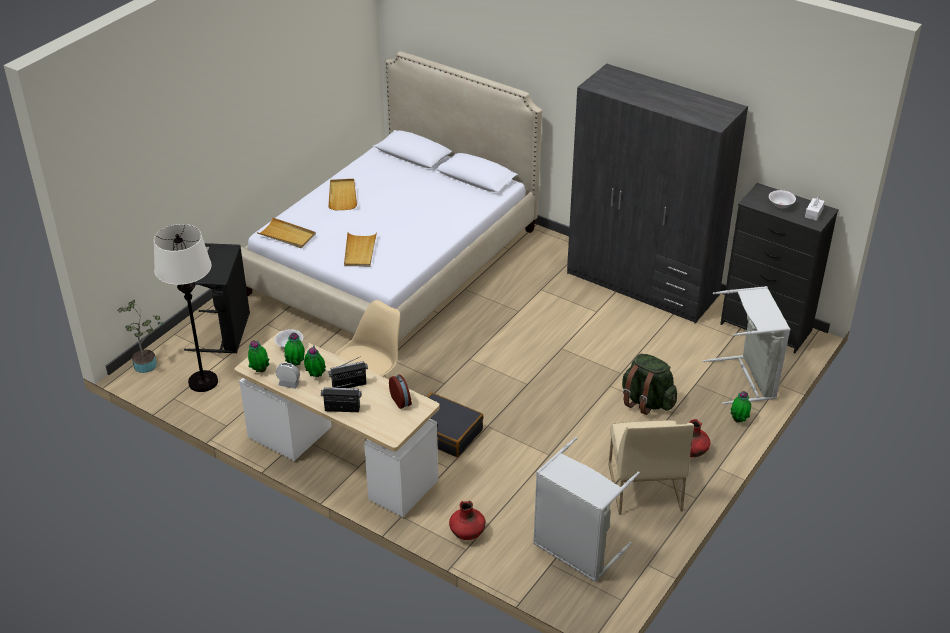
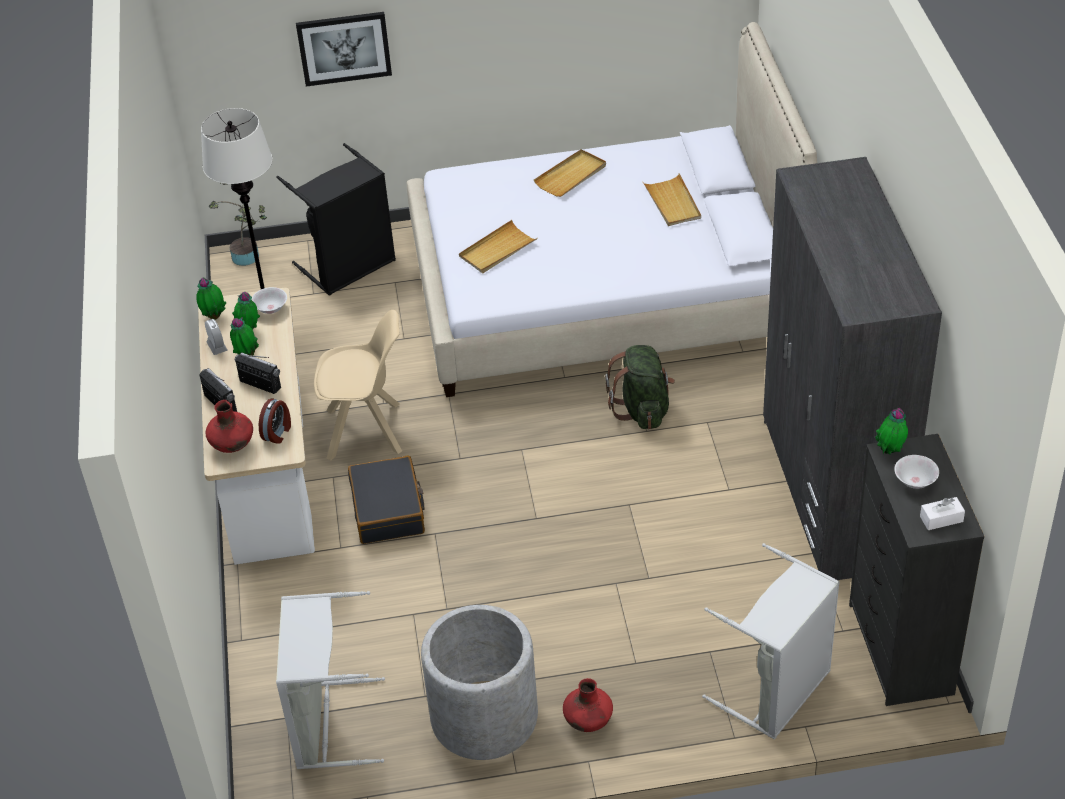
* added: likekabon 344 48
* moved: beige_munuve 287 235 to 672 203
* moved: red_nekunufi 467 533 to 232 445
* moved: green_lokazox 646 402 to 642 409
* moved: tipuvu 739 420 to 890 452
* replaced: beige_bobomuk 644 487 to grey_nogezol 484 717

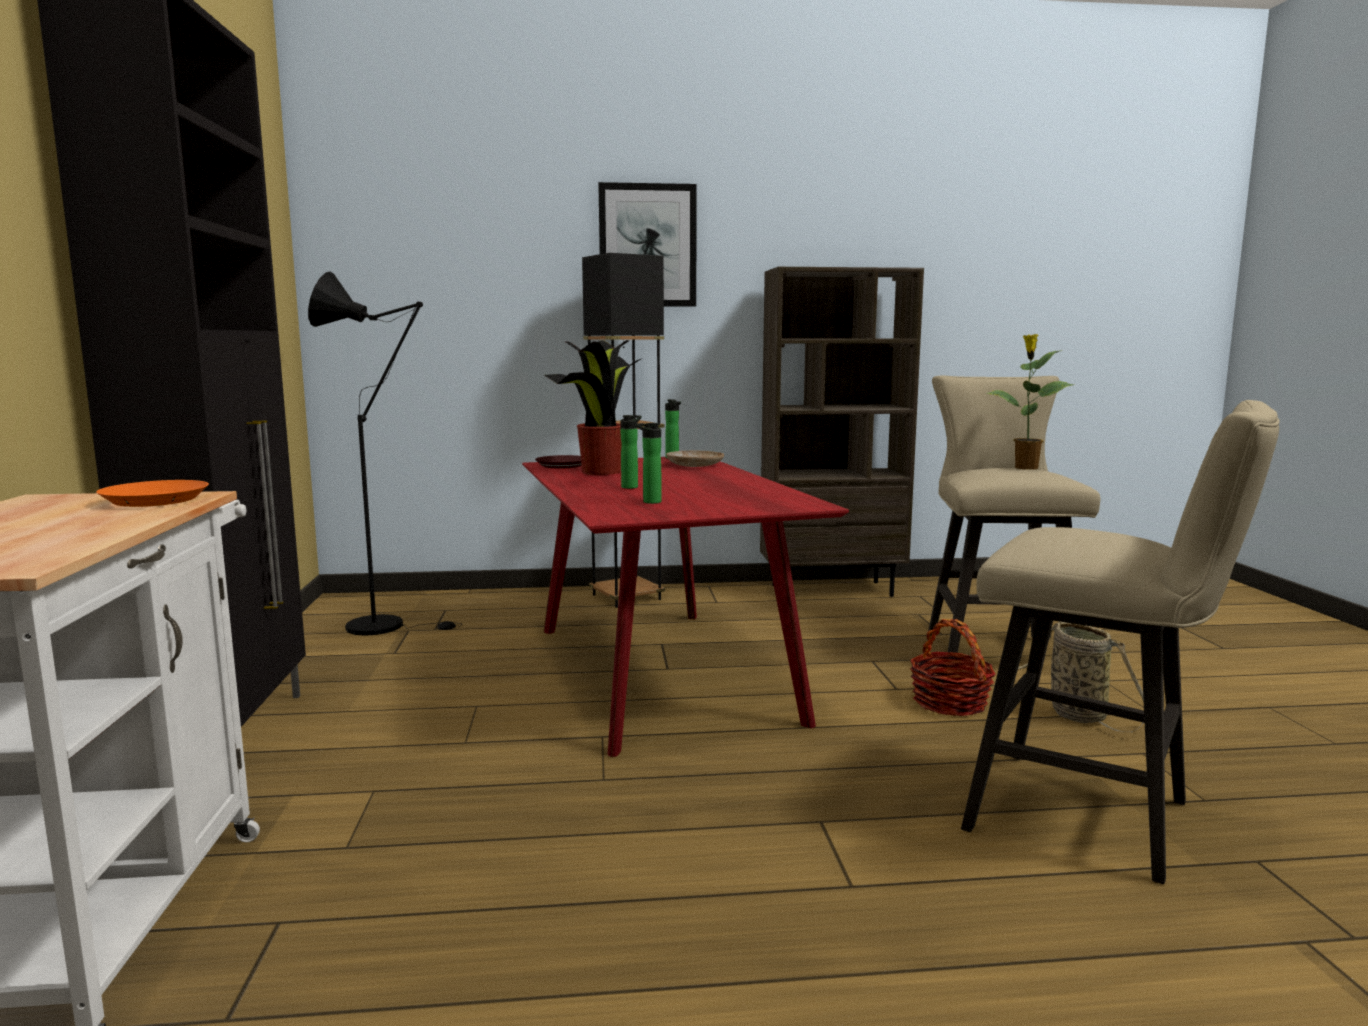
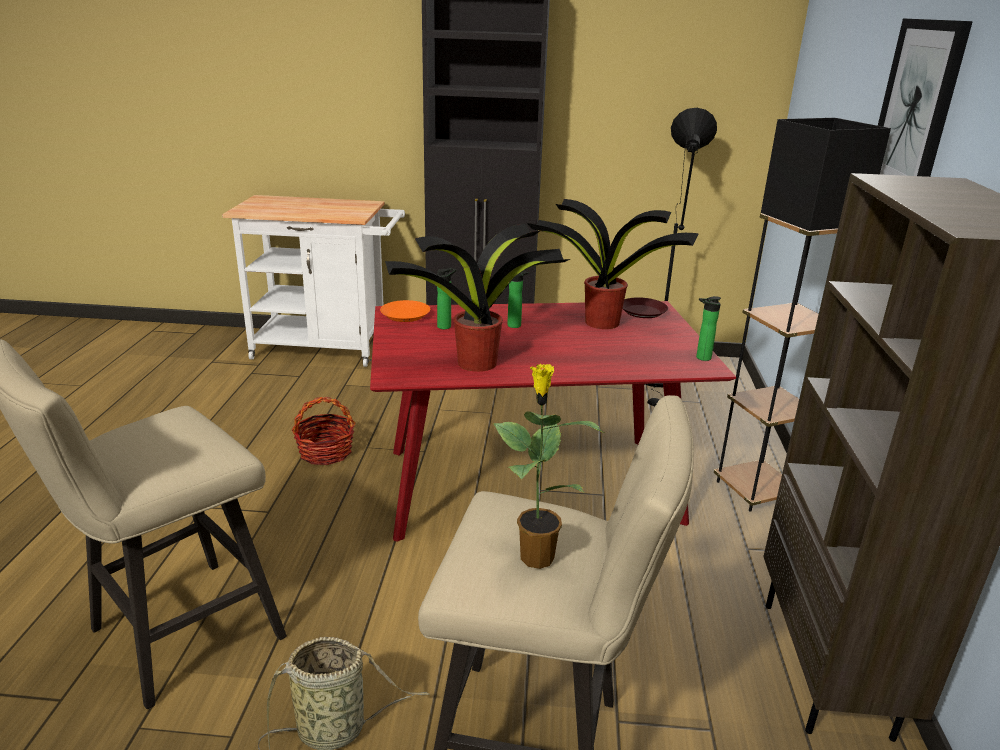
* removed: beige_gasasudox 694 465
* added: tipuvu 479 362
* moved: orange_gasasudox 154 500 to 405 315
* moved: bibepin 950 702 to 325 452

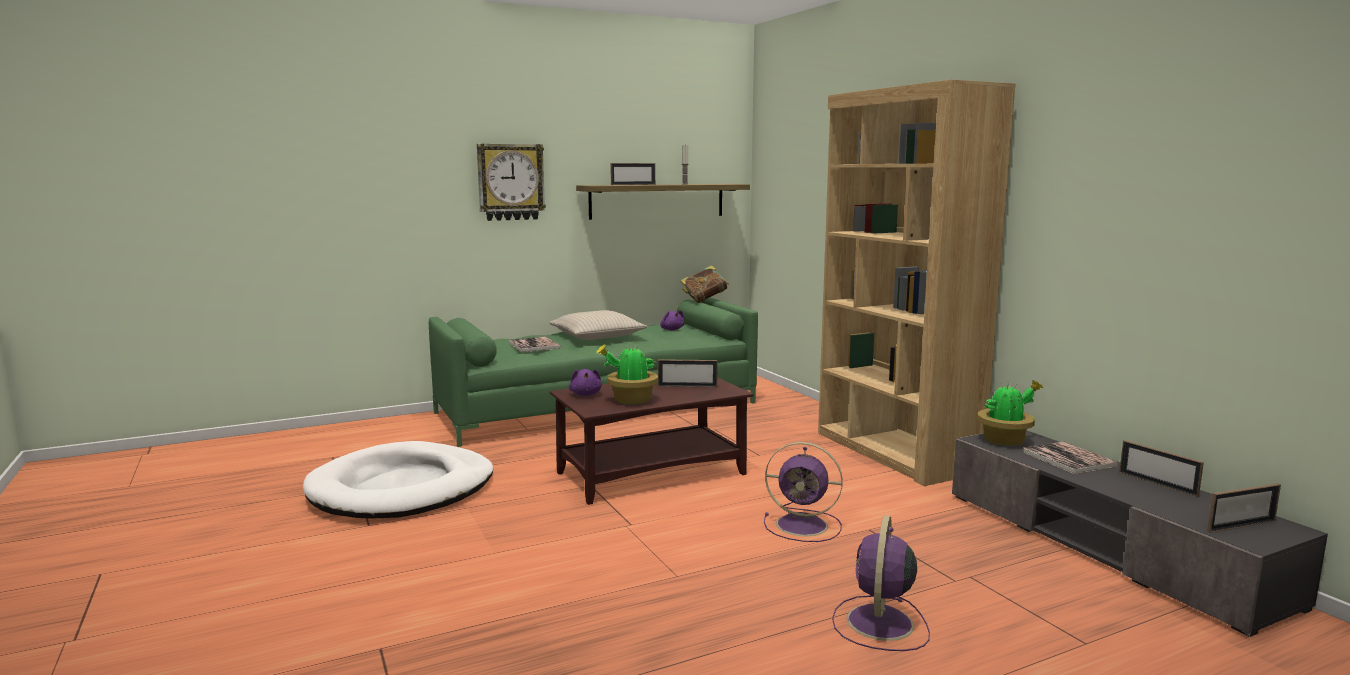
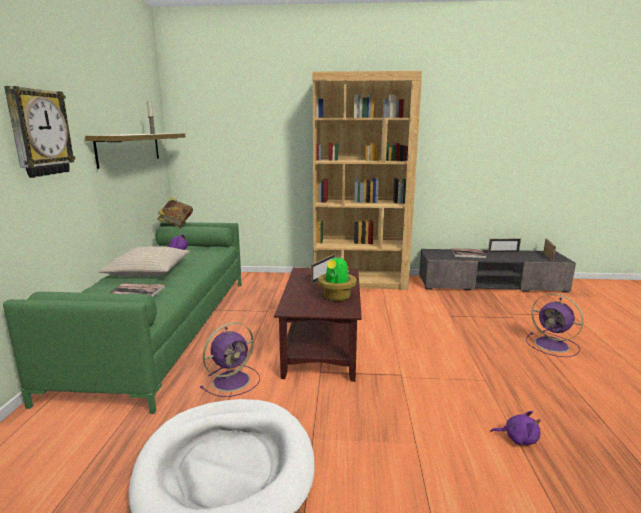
* removed: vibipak 633 184
* removed: tipuvu 1005 440
* moved: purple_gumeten 585 394 to 518 438
* moved: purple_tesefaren 804 525 to 233 380

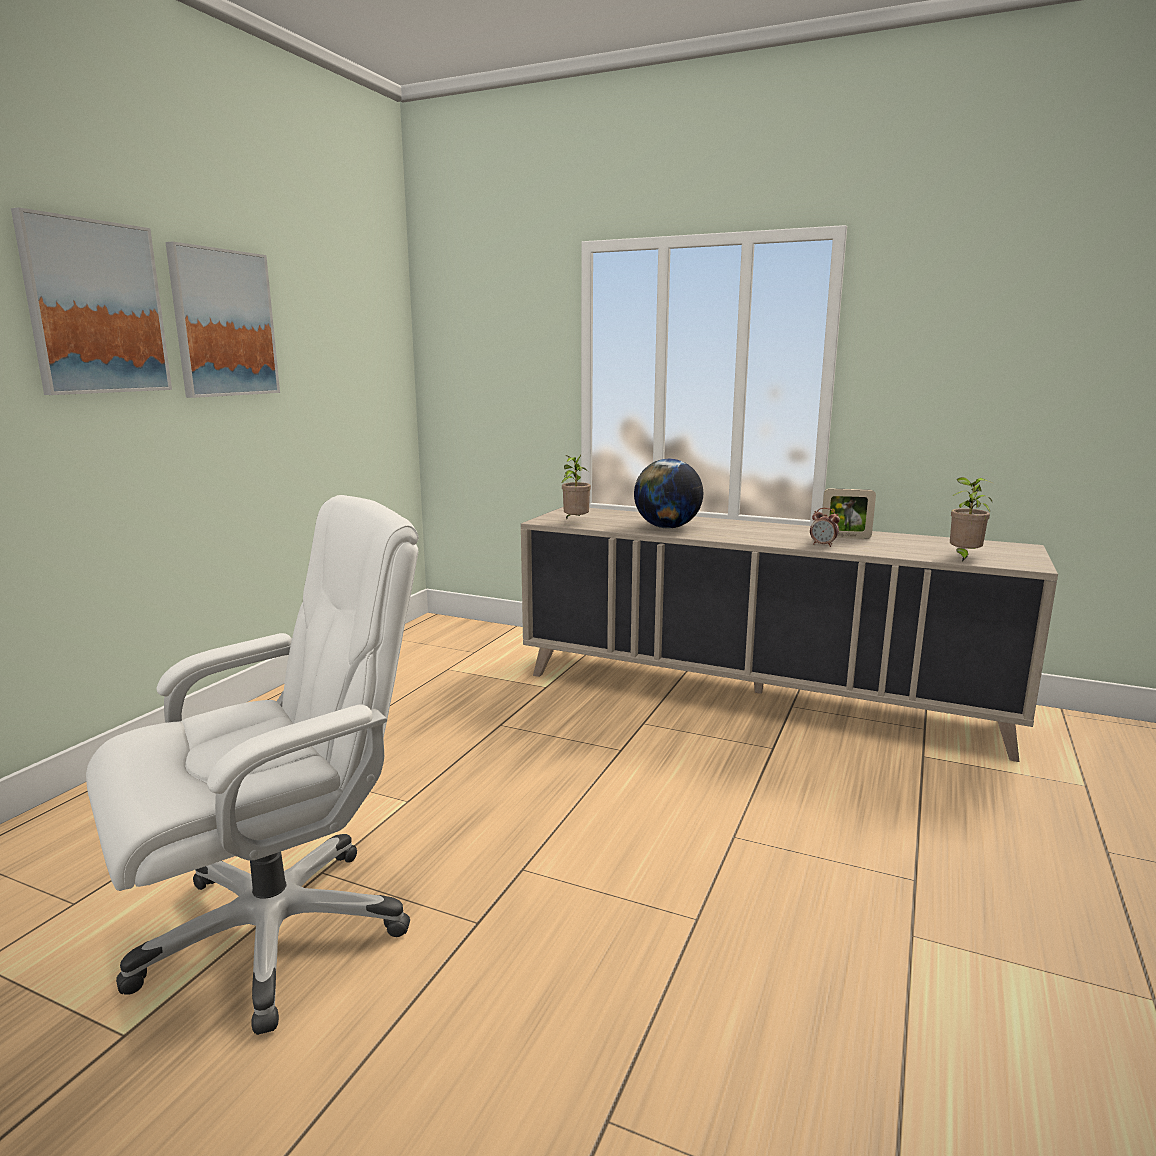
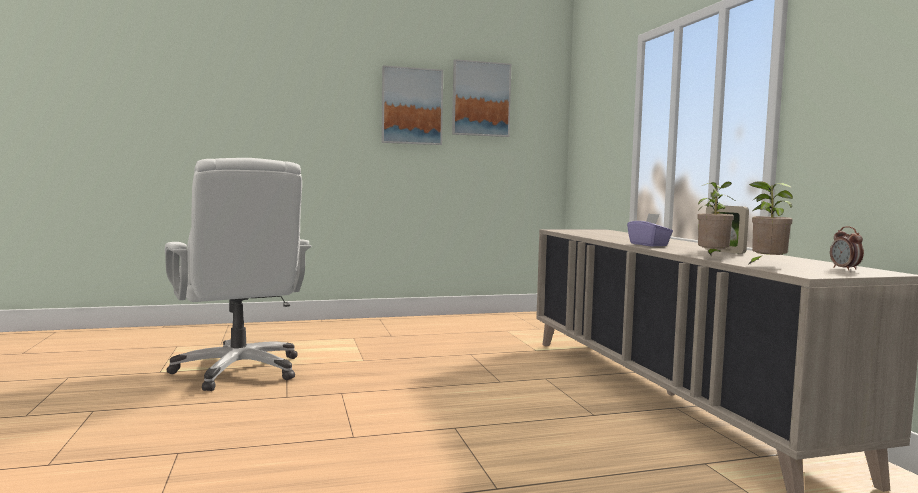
* removed: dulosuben 667 527
* added: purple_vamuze 649 245
* moved: likekabon 95 308 to 481 99
* moved: tipuvu 575 522 to 713 258
* moved: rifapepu 823 545 to 845 269
* turned: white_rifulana 277 930 = 239 370 45 degrees clockwise

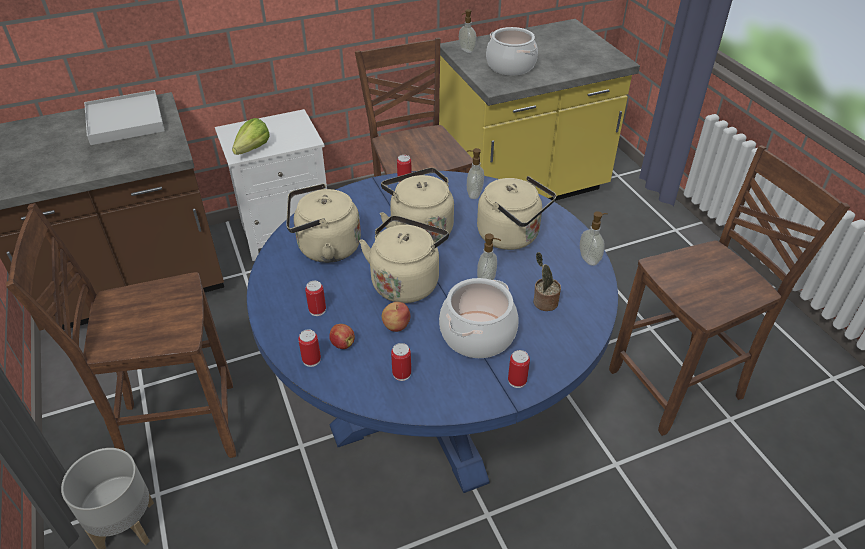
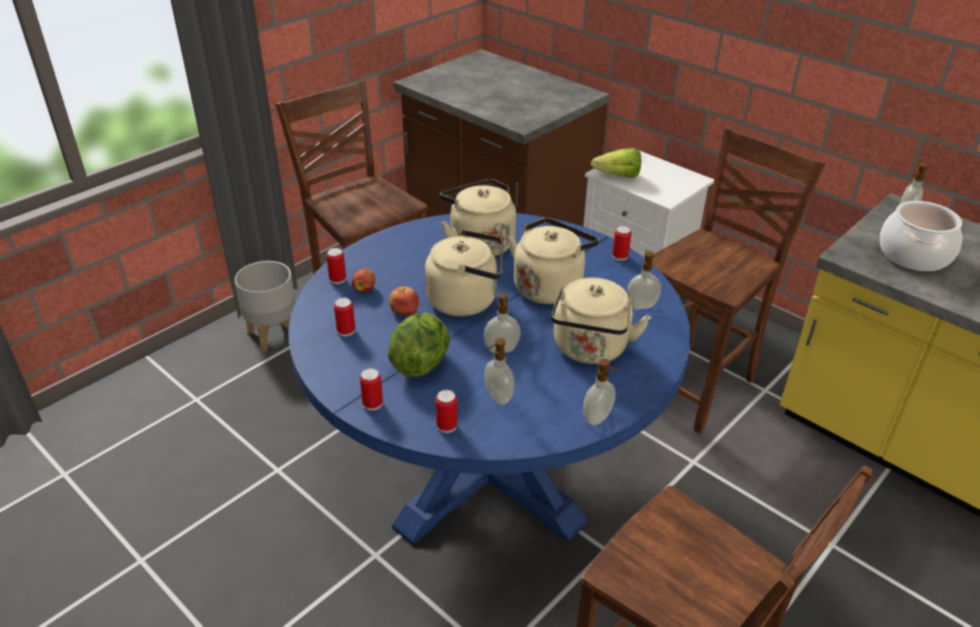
* removed: white_munuve 125 121
* moved: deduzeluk 317 310 to 446 425
* replaced: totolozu 477 335 to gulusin 421 363
* replaced: tipuvu 543 302 to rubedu 497 397

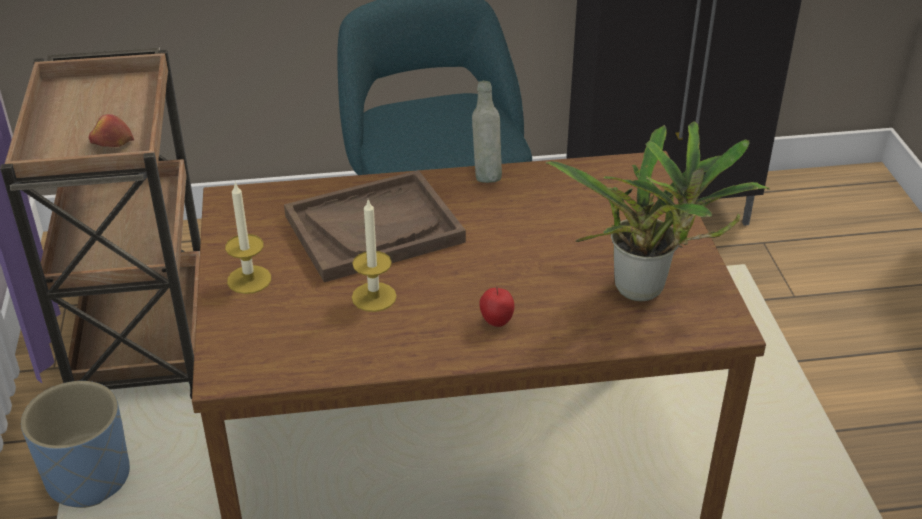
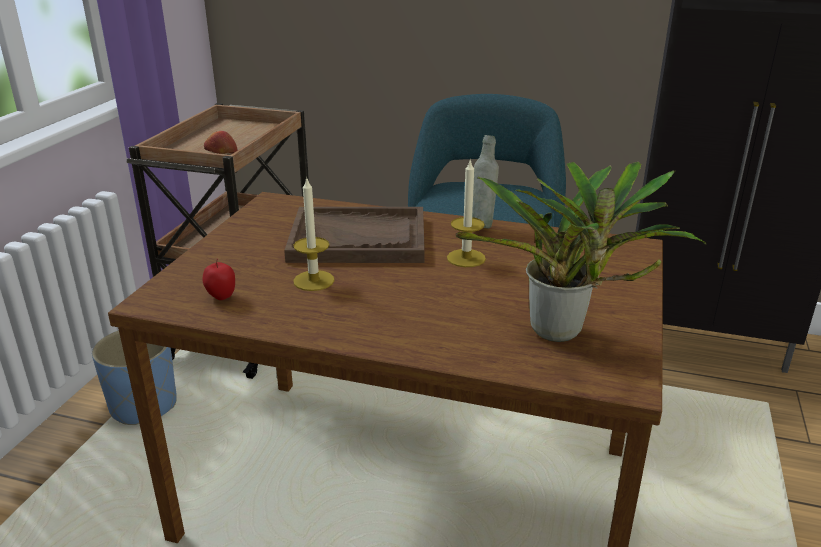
* moved: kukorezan 249 279 to 466 258
* moved: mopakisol 496 323 to 221 297

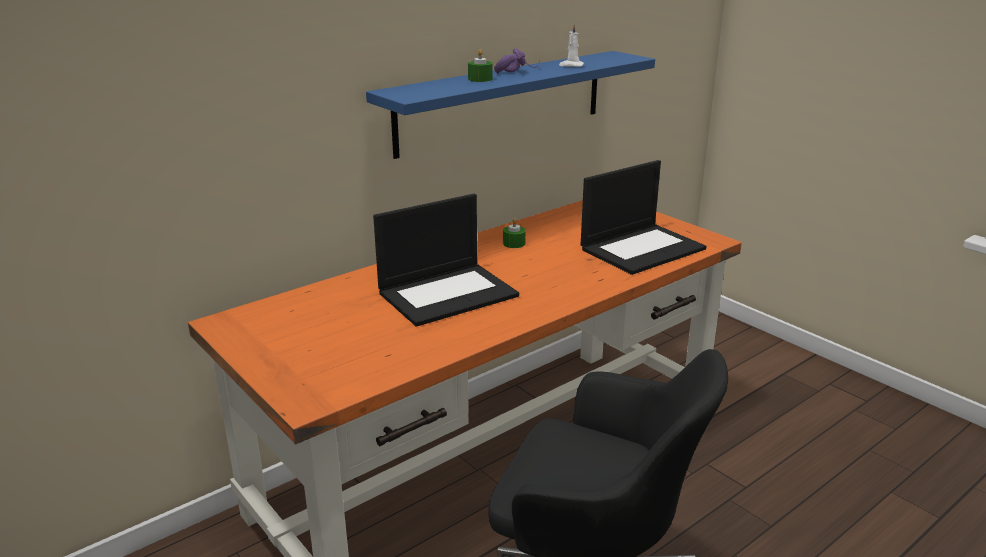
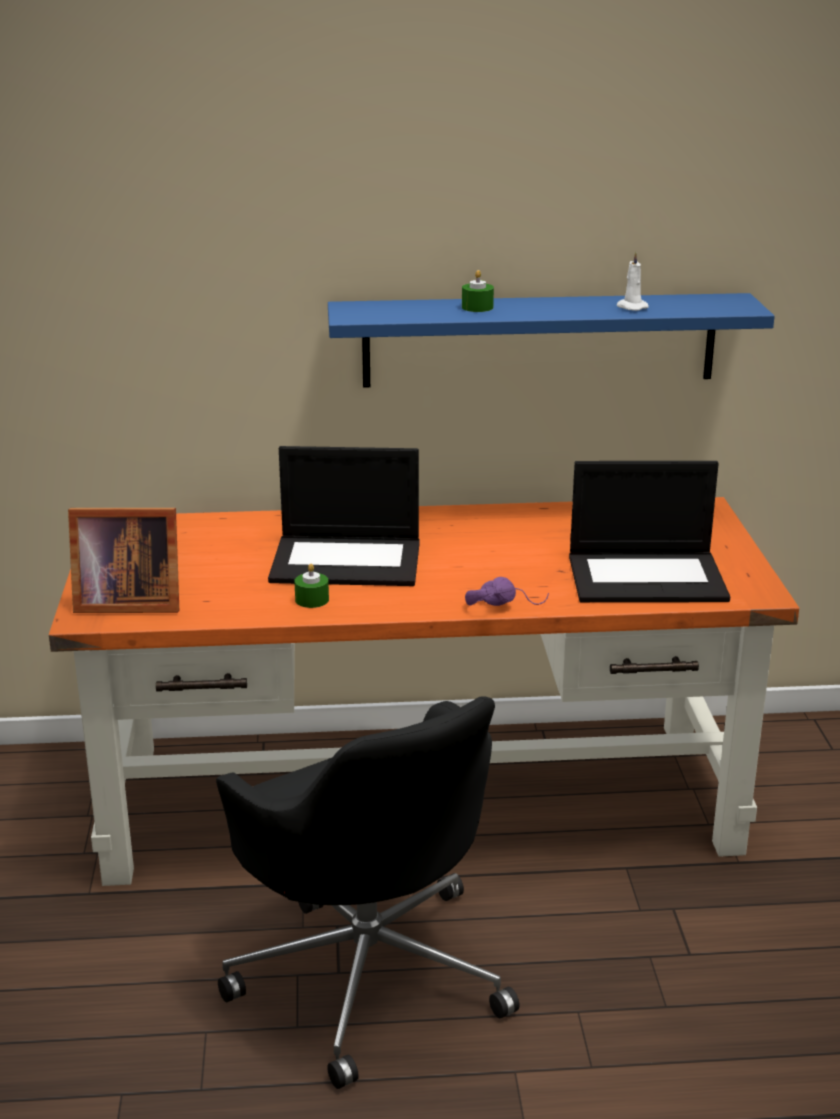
* added: vibipak 125 602
* moved: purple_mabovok 516 71 to 504 604
* moved: green_kukorezan 514 243 to 312 600

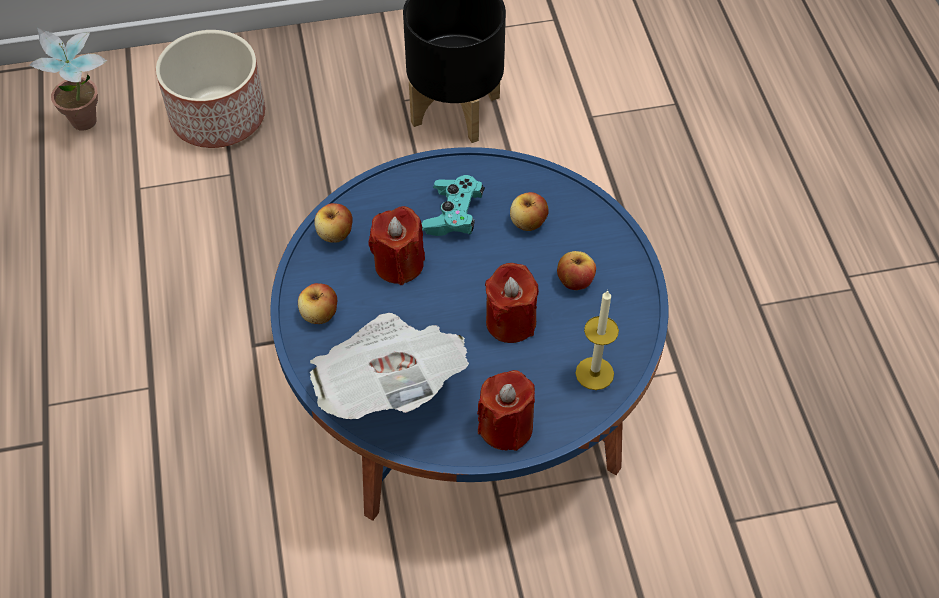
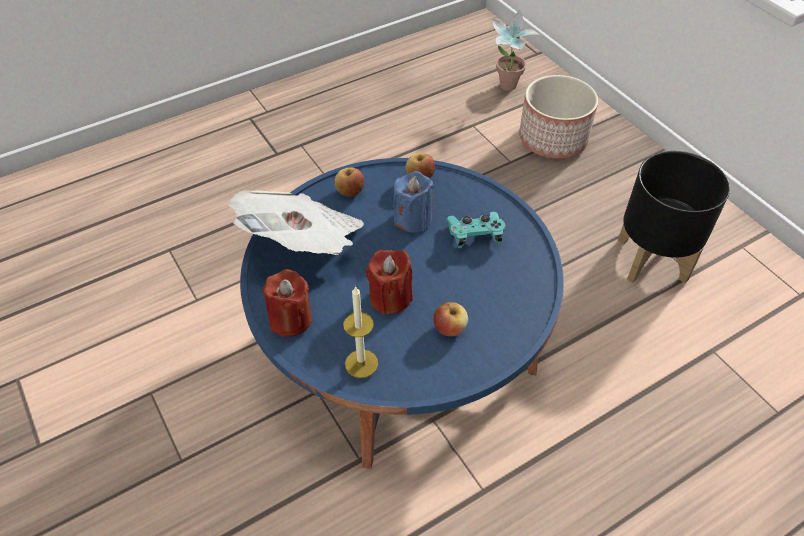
* removed: mopakisol 528 223
* recoloured: red_kukorezan 399 264 to blue_kukorezan 413 219

